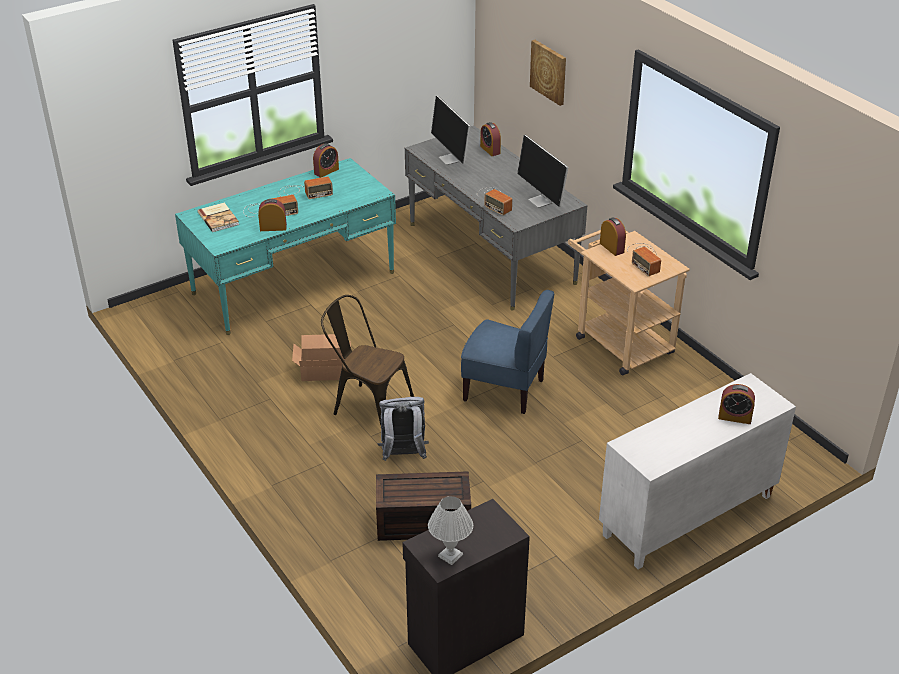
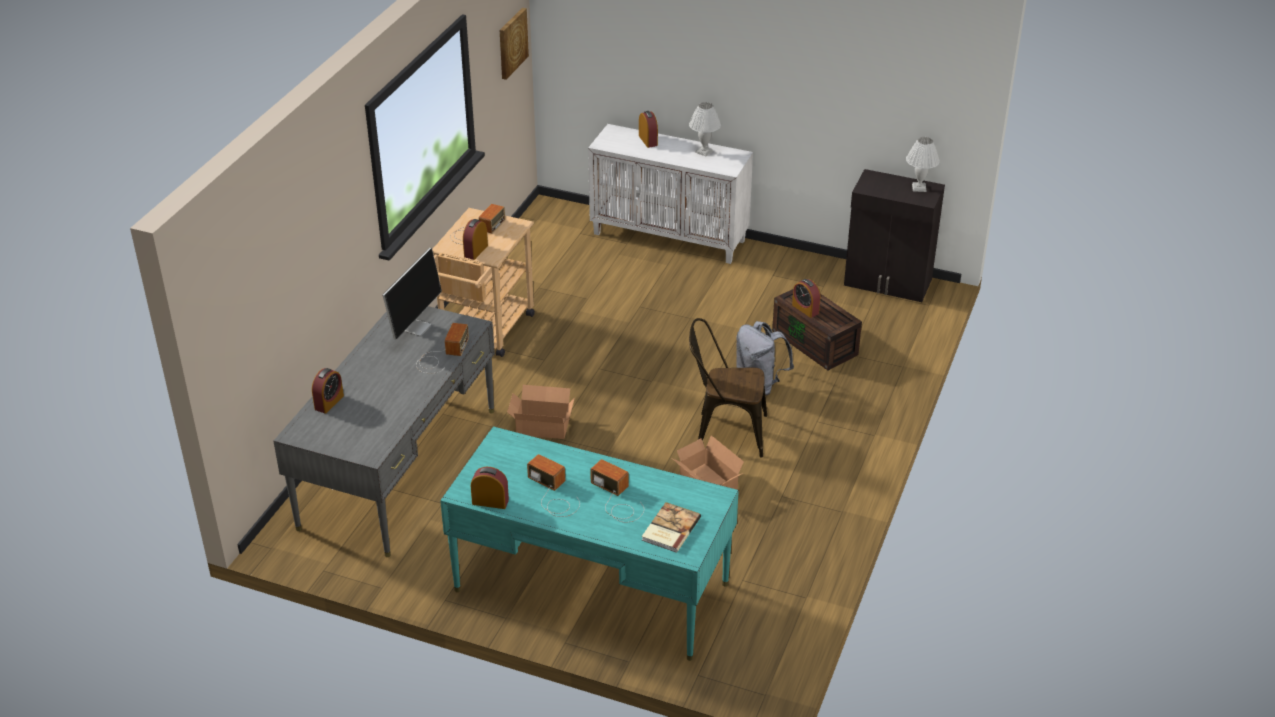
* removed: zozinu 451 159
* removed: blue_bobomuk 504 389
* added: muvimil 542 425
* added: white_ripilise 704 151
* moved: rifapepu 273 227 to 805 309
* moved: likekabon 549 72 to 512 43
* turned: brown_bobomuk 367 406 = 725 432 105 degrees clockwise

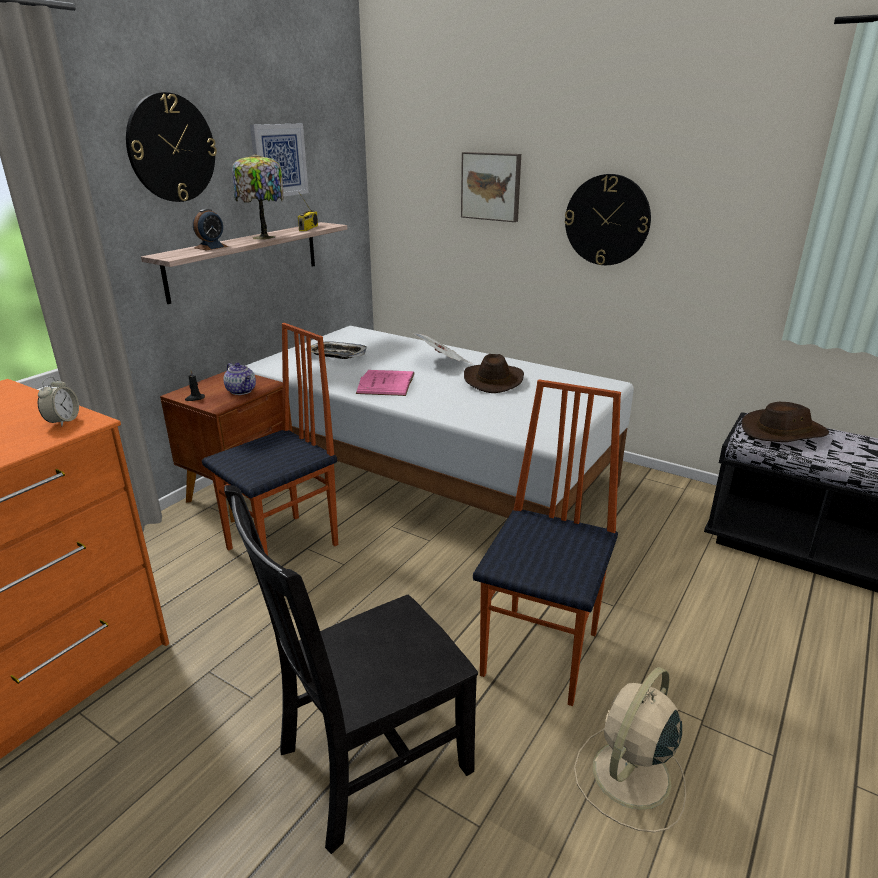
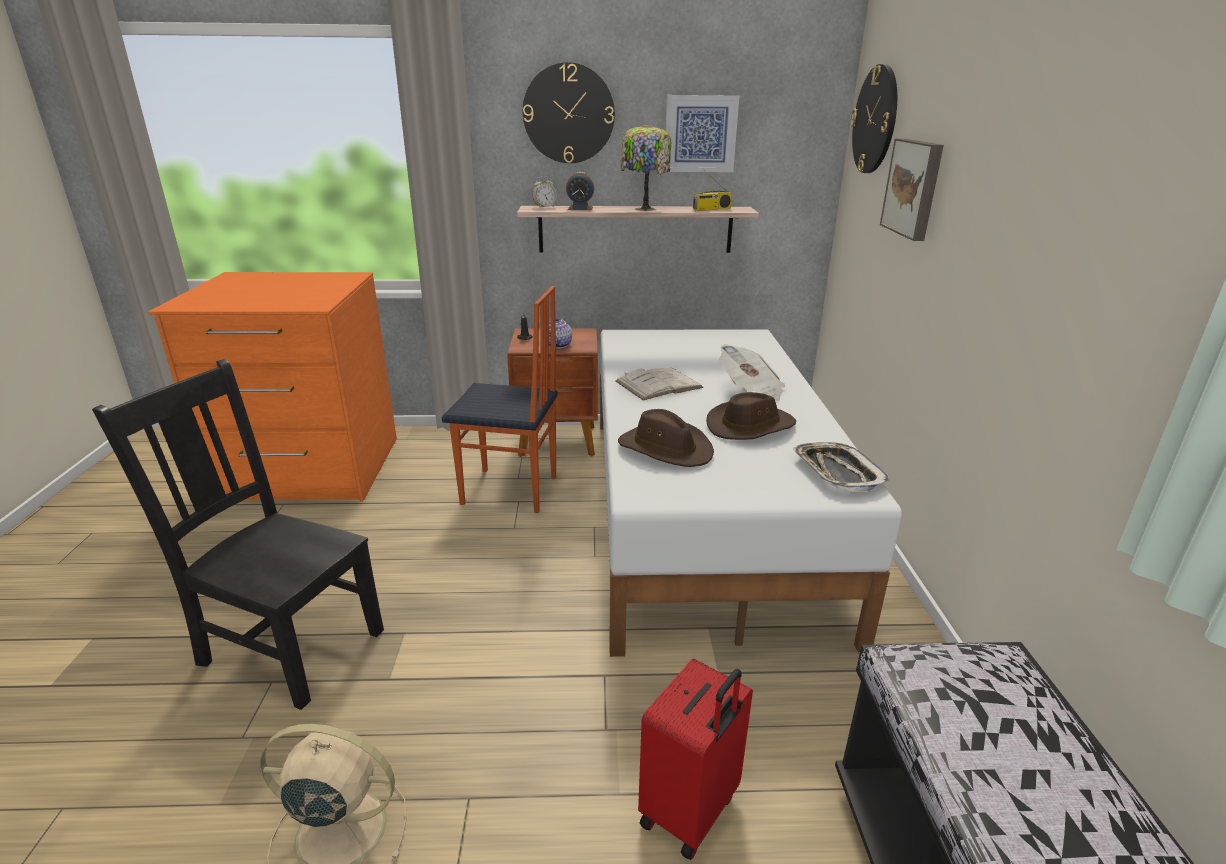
* removed: bobomuk 542 653
* added: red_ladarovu 691 811
* moved: rifapepu 63 421 to 544 207
* moved: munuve 336 355 to 837 472
* moved: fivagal 607 220 to 875 120
* moved: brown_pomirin 783 432 to 665 448
* recoloured: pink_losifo 386 383 to white_losifo 658 384

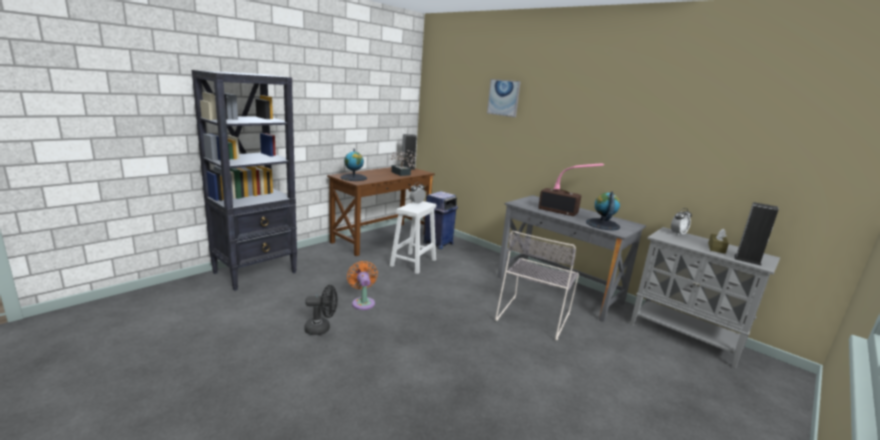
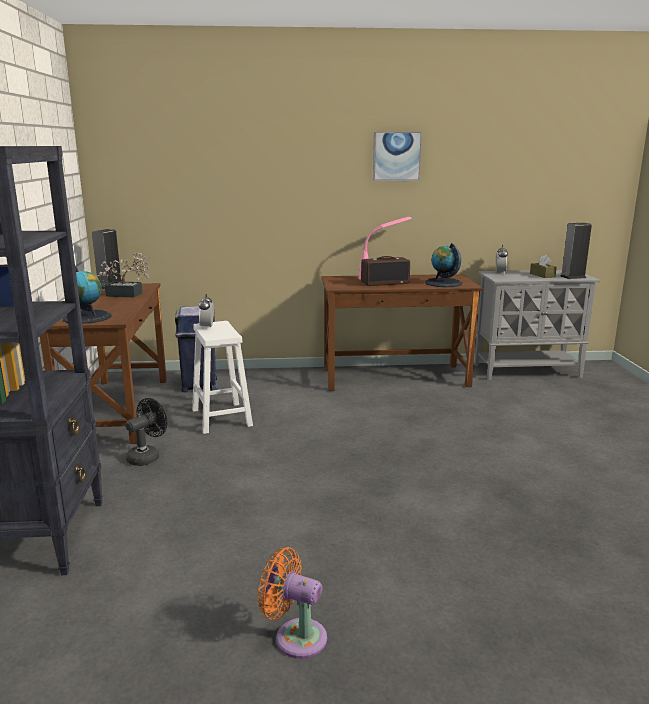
* removed: grey_bobomuk 534 315
* moved: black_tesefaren 322 328 to 147 456
* moved: orange_tesefaren 363 302 to 295 636
* moved: likekabon 503 98 to 396 156
* recoloured: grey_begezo 558 289 to brown_begezo 395 377

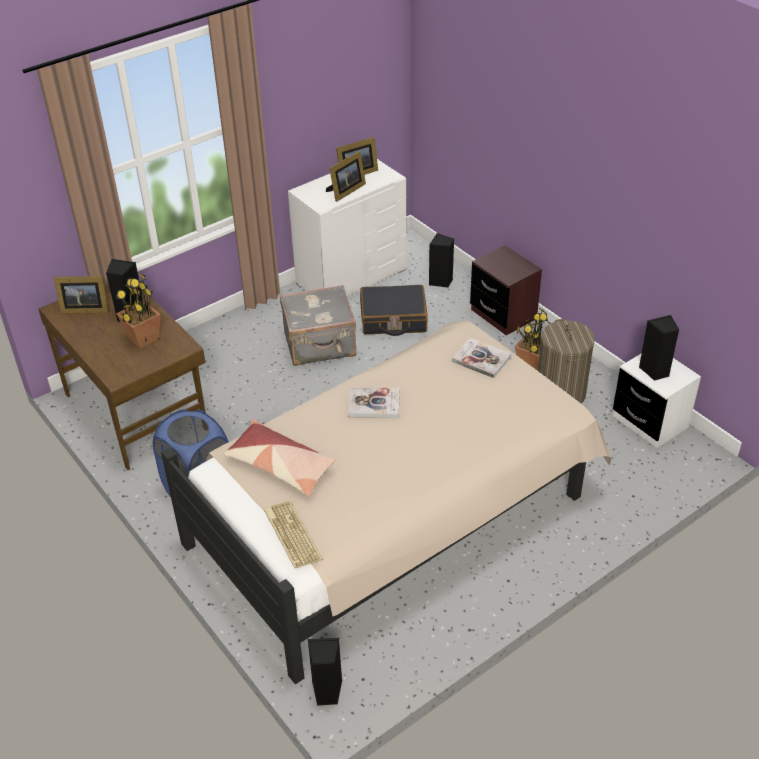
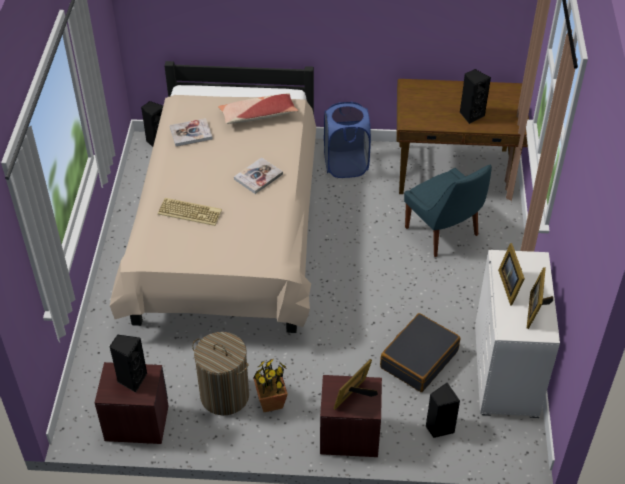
* removed: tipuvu 143 339
* removed: grey_ladarovu 320 345
* added: blue_bobomuk 443 233
* moved: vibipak 84 309 to 355 396
* moved: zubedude 291 535 to 190 212
* moved: losifo 481 359 to 191 133
* recoloured: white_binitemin 649 422 to brown_binitemin 137 422

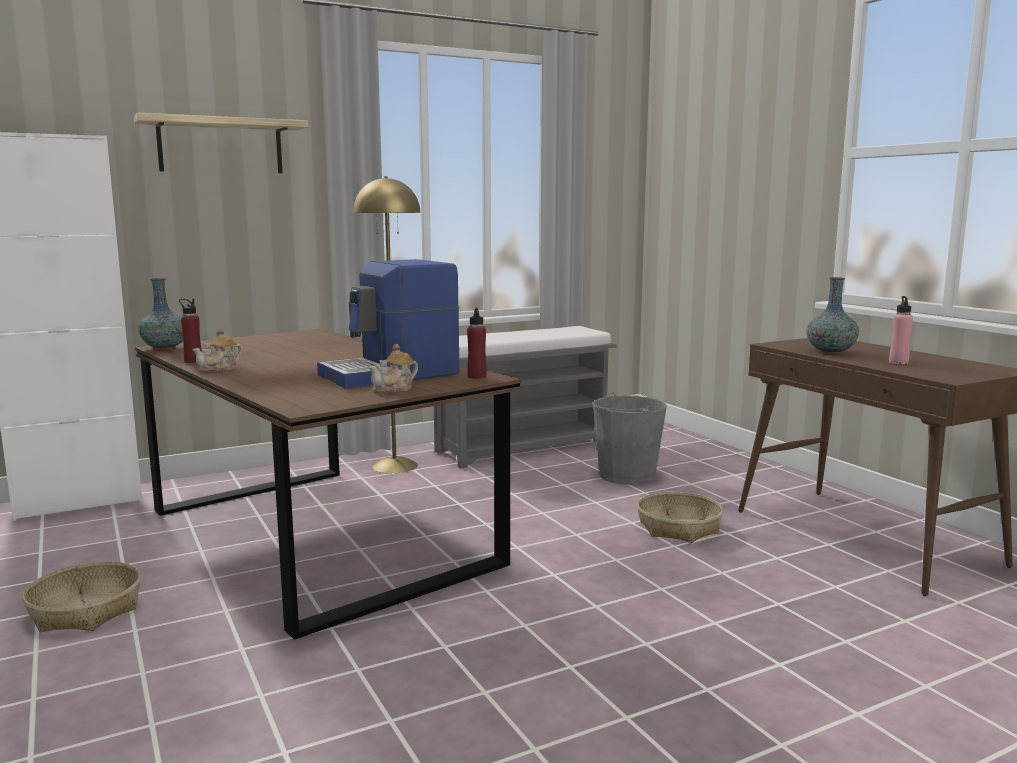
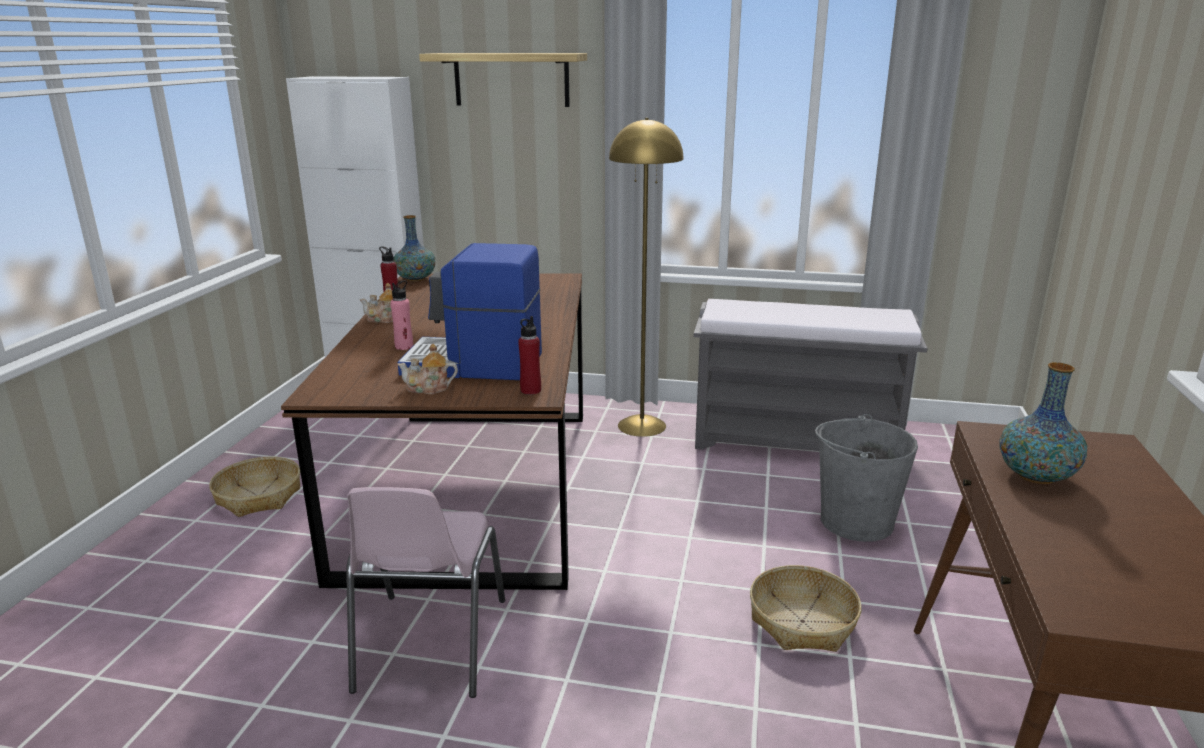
* added: pink_bobomuk 429 645
* moved: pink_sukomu 898 362 to 404 346

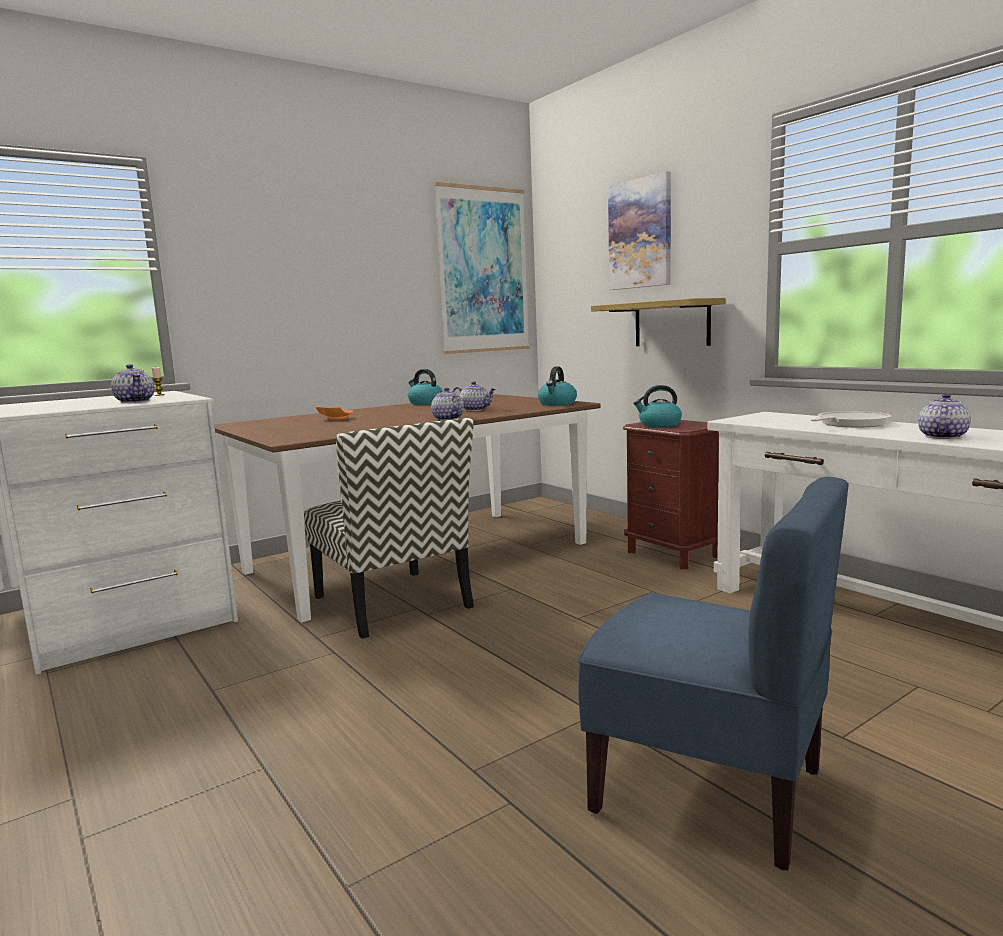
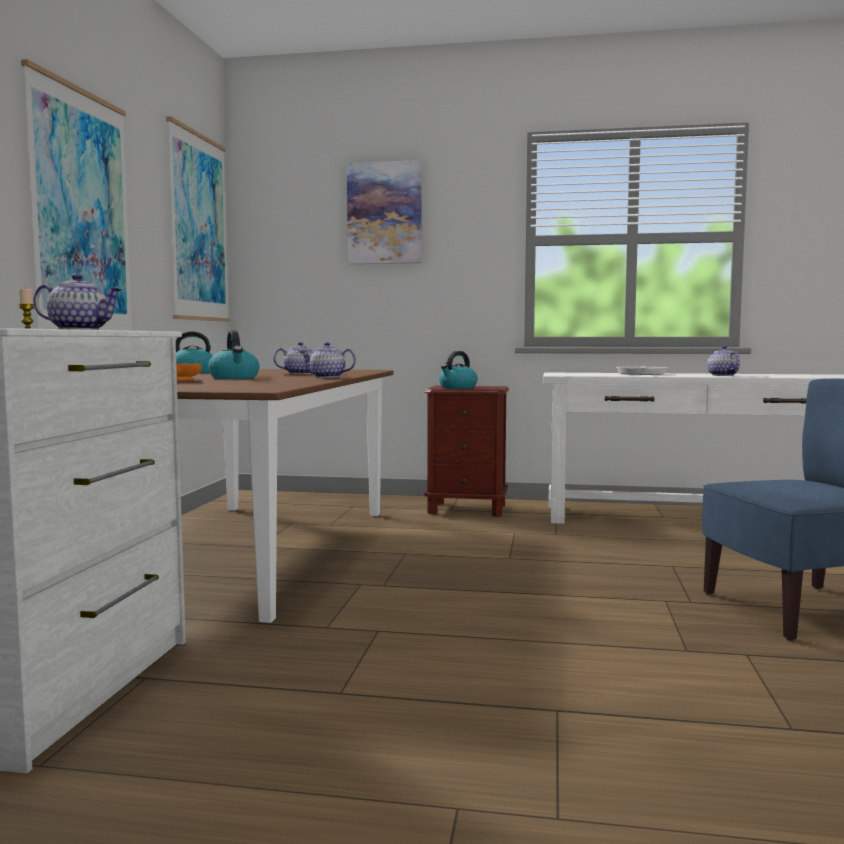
* removed: bobomuk 394 602
* removed: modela 671 323
* added: likekabon 81 214
* moved: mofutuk 557 404 to 234 378

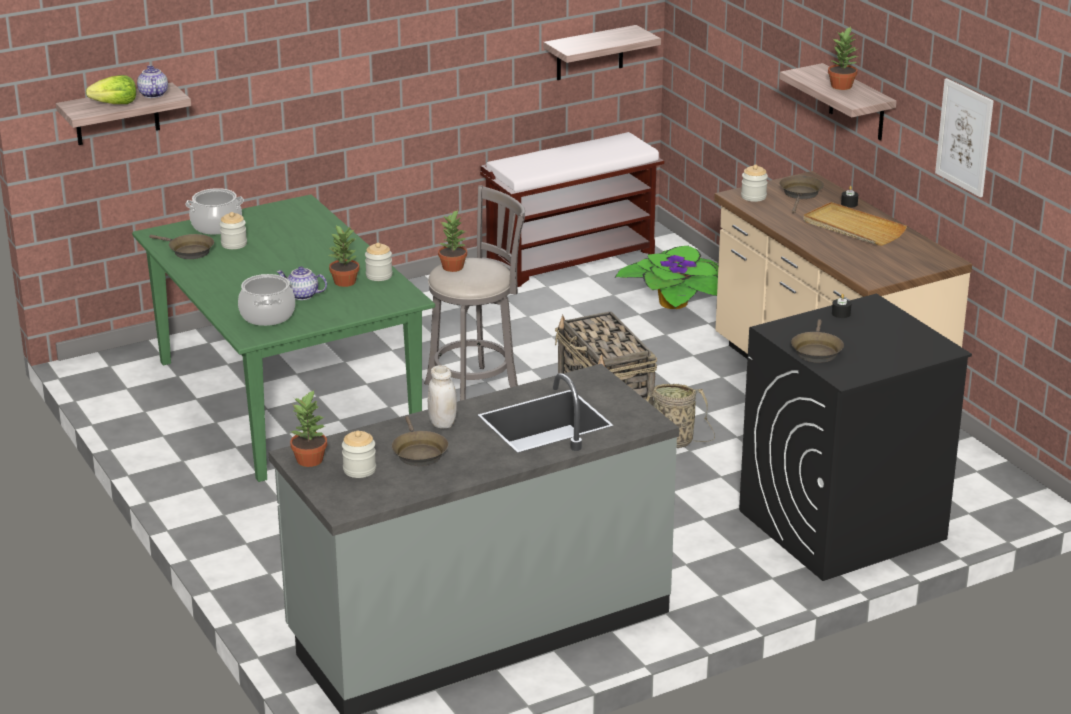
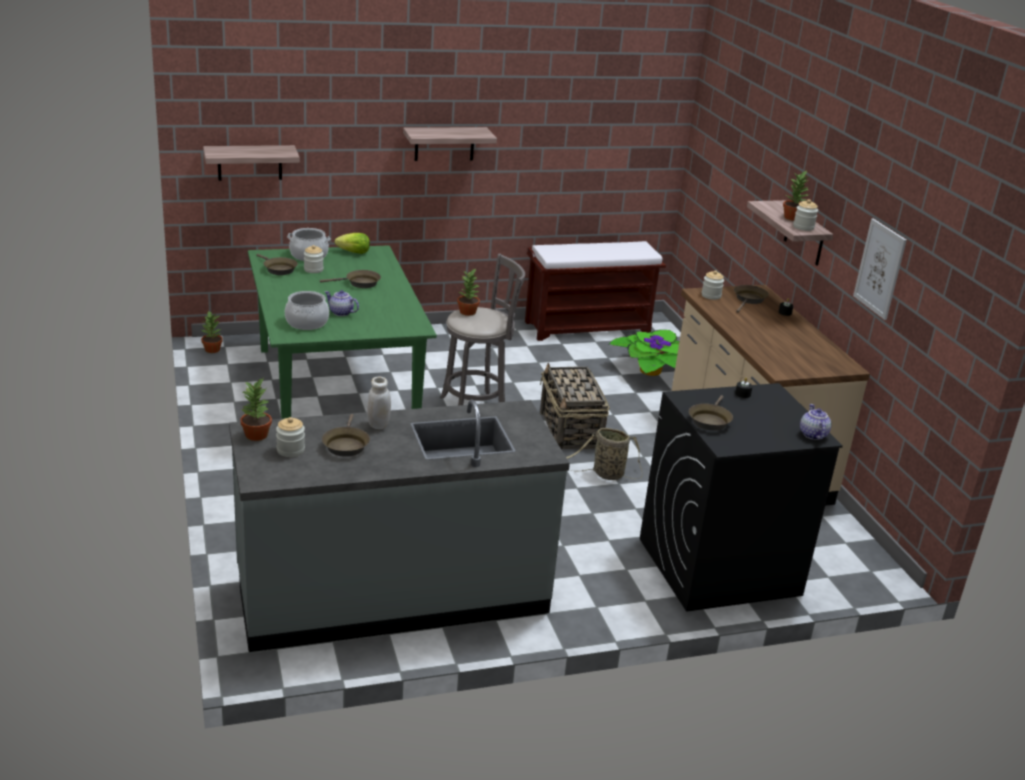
* removed: beige_munuve 853 228
* added: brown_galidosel 360 283
* moved: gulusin 115 104 to 354 253
* moved: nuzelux 152 94 to 812 434
* moved: tipuvu 345 282 to 212 350
* moved: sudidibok 379 275 to 803 227
* moved: modela 589 53 to 444 143

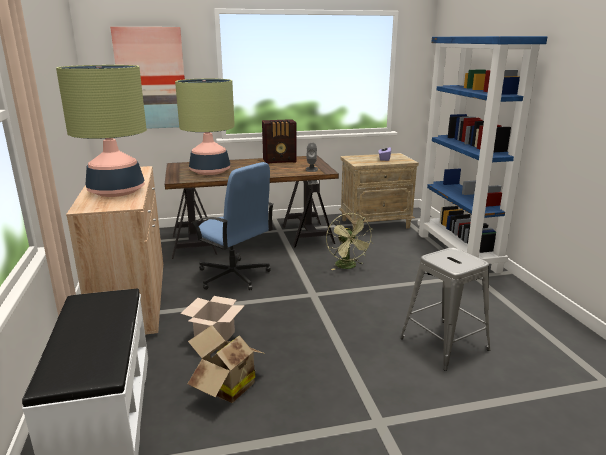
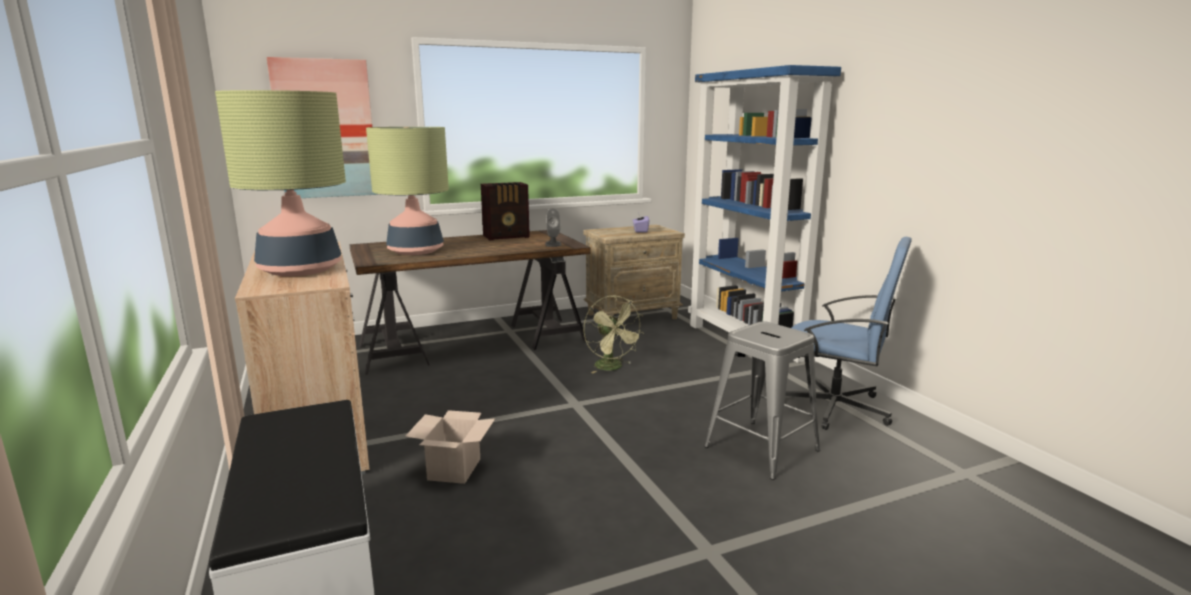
* removed: muvimil 225 387
* moved: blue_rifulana 233 276 to 836 408

